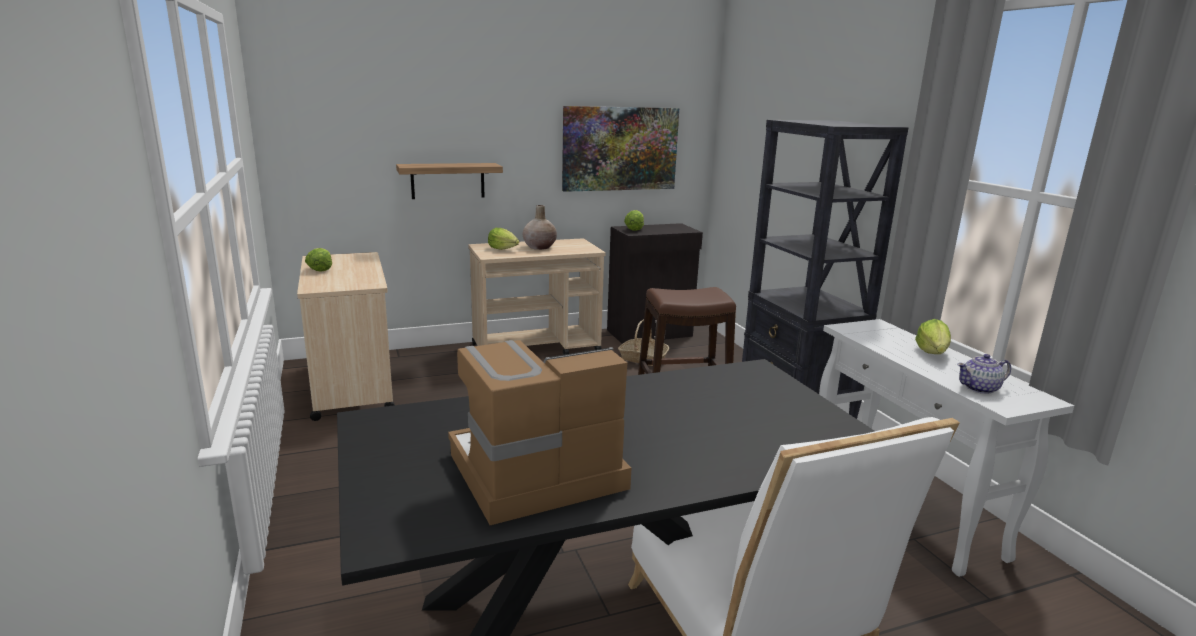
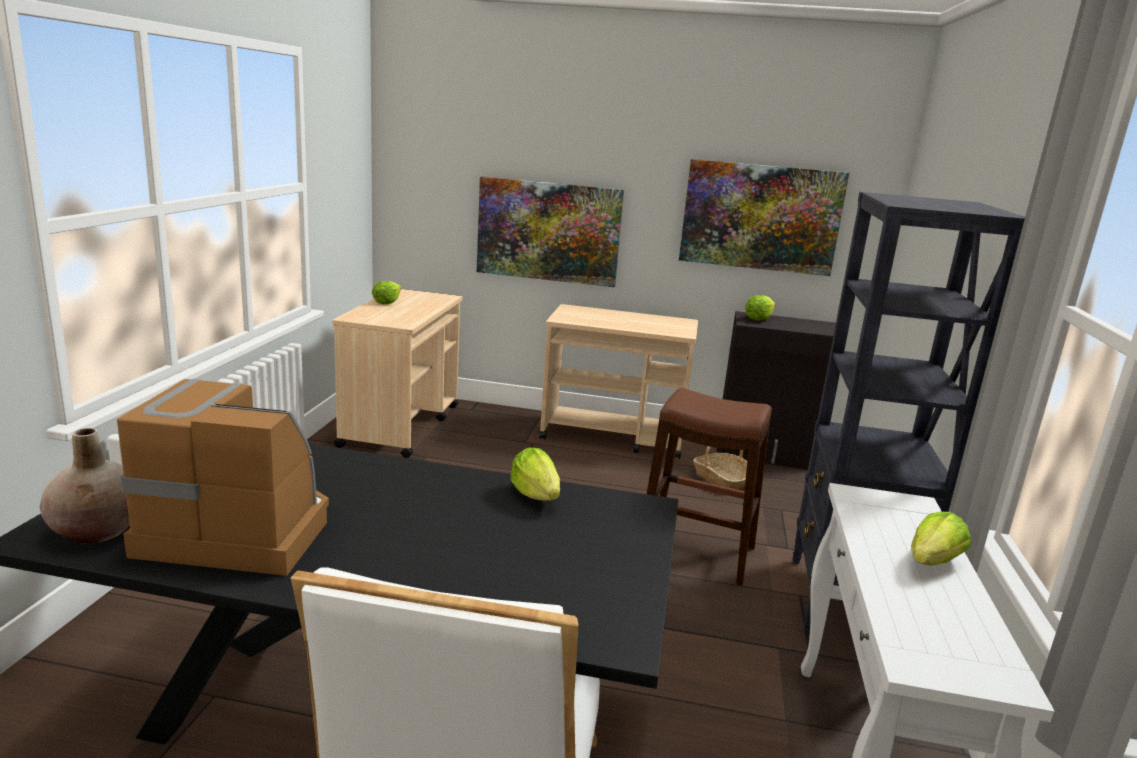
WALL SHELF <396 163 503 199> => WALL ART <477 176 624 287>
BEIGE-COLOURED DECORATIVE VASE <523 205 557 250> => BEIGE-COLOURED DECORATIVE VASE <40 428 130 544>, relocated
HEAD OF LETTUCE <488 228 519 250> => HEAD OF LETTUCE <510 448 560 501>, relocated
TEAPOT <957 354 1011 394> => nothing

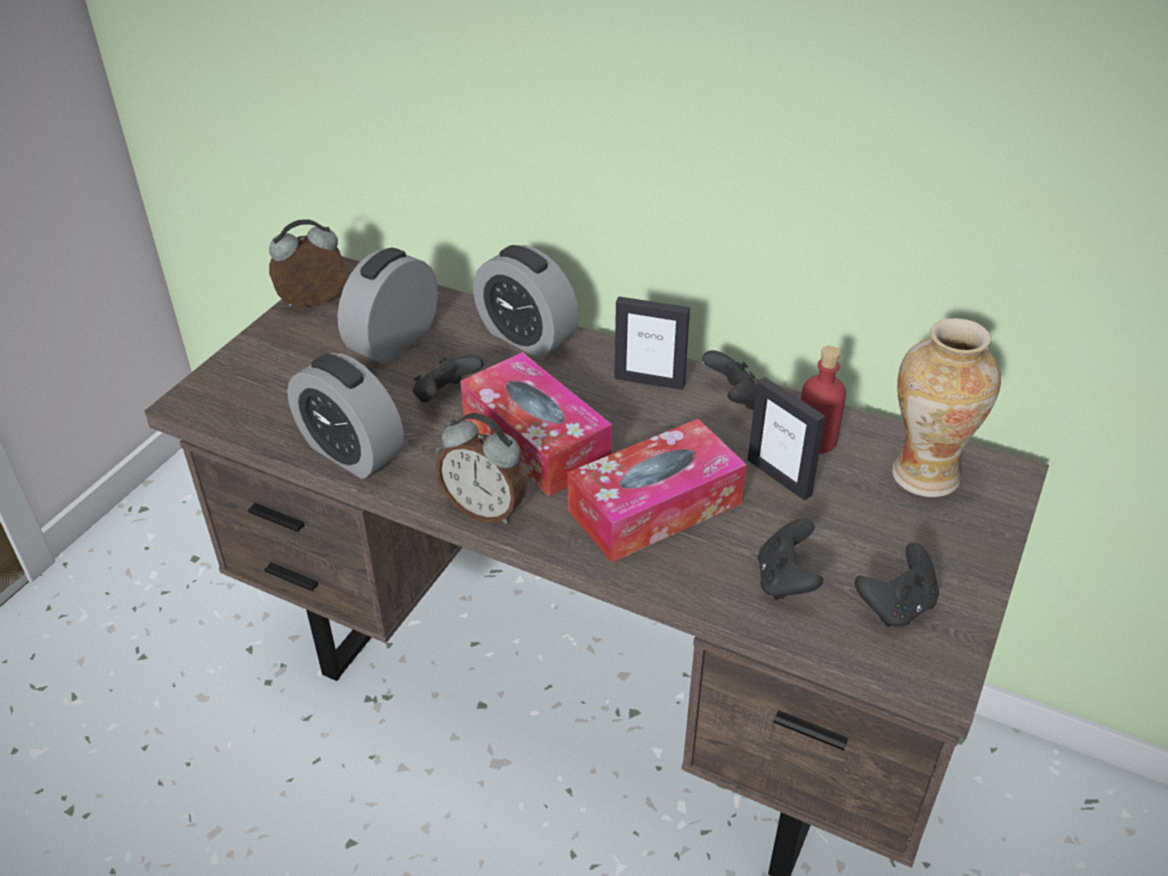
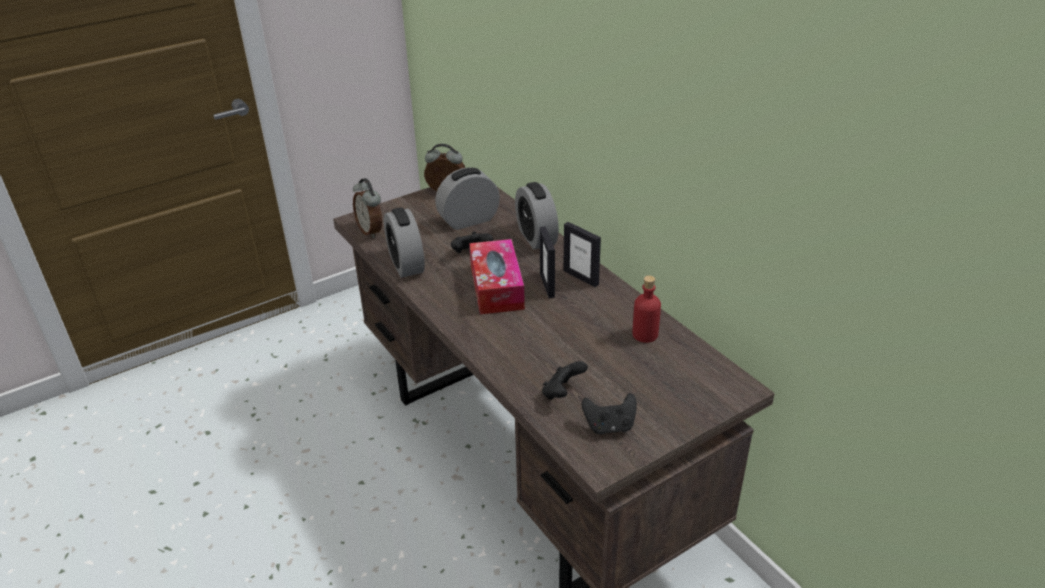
DECORATIVE VASE <892 318 1001 497> => nothing
BLACKISH GAME CONTROLLER <702 350 757 410> => nothing
PHOTO FRAME <748 377 826 501> => PHOTO FRAME <540 226 555 298>, relocated
ALARM CLOCK <436 413 527 524> => ALARM CLOCK <353 178 382 238>, relocated
TISSUE HOLDER <568 419 747 563> => nothing

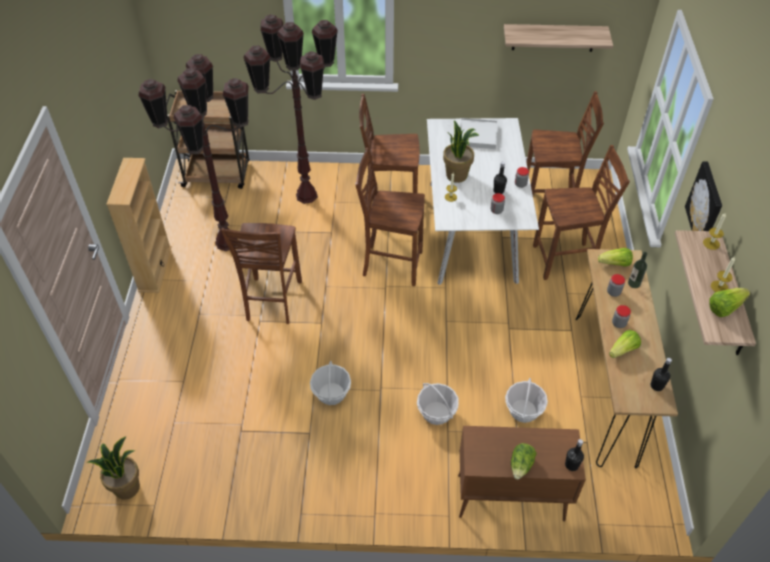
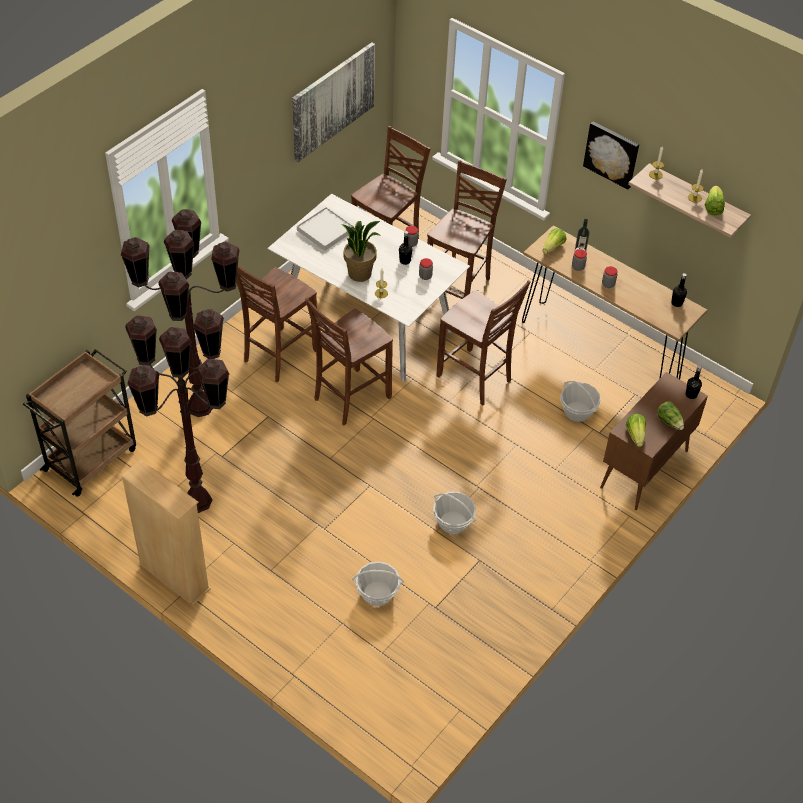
WALL SHELF <504 24 613 52> => WALL ART <292 42 375 162>
BROWN UPRIGHT CHAIR <221 223 302 324> => BROWN UPRIGHT CHAIR <436 280 531 406>, relocated
HEAD OF LETTUCE <609 330 641 358> => HEAD OF LETTUCE <626 414 646 447>, relocated
STORAGE BASKET <417 383 459 425> => STORAGE BASKET <352 561 404 606>, relocated
HOUSEPLANT <87 436 140 500> => nothing

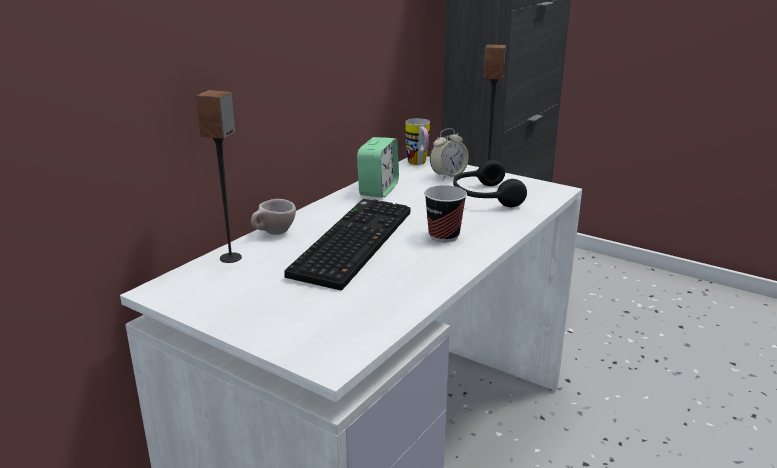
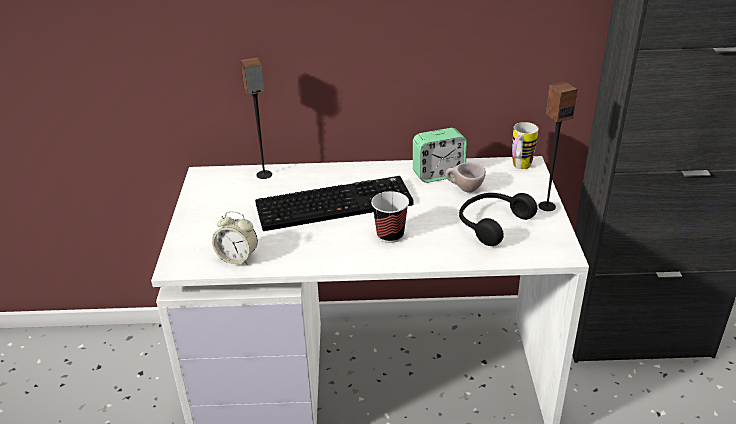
ALARM CLOCK <430 128 469 180> => ALARM CLOCK <212 211 258 265>, relocated
BEIGE-COLOURED SMALL CUP <251 199 296 235> => BEIGE-COLOURED SMALL CUP <445 162 486 193>, relocated

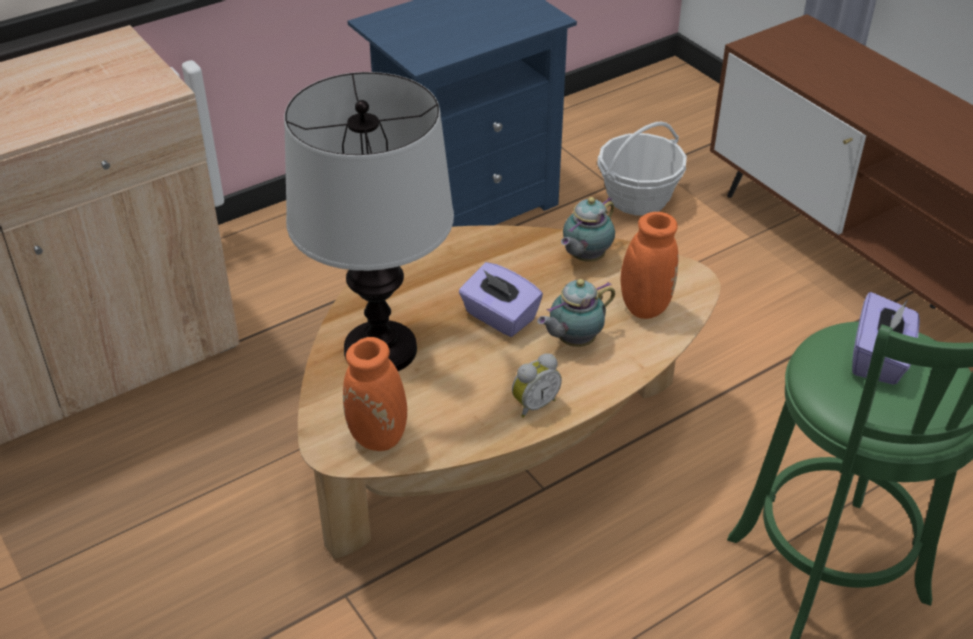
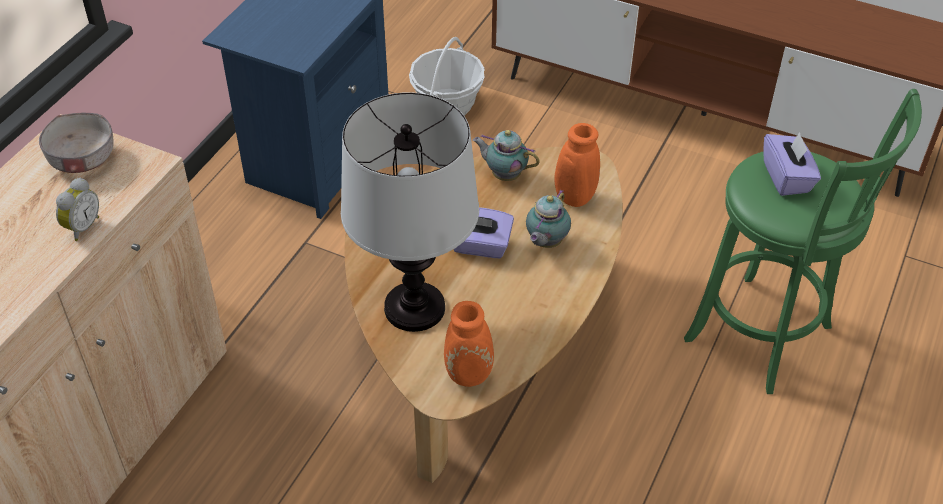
TEAPOT <561 197 615 262> => TEAPOT <473 130 540 181>, 105 degrees clockwise
ALARM CLOCK <512 353 562 418> => ALARM CLOCK <56 178 99 241>, relocated
nothing => GREY BOWL <39 113 114 173>

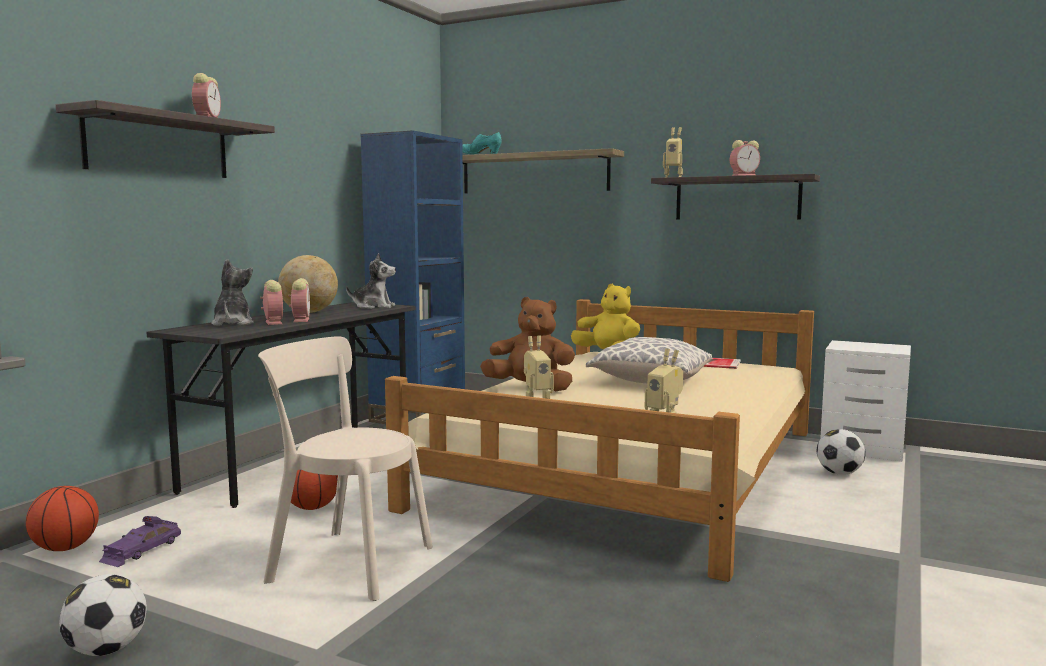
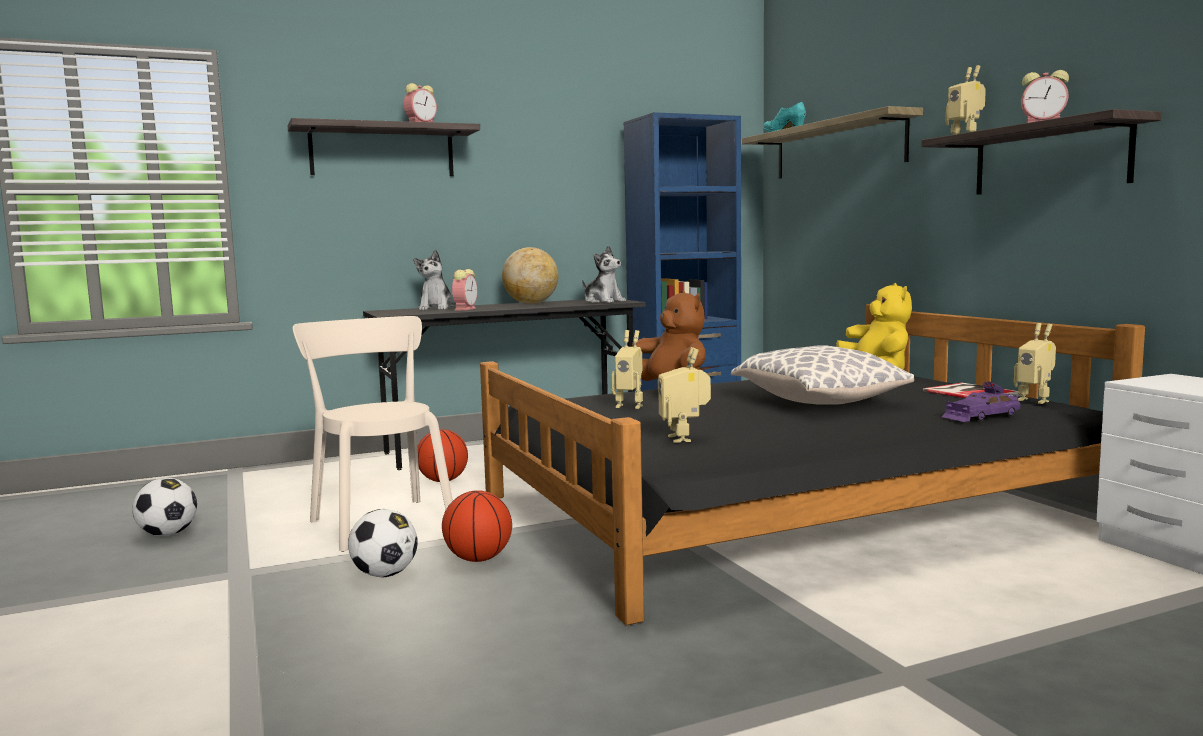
PLUSH TOY <211 259 254 326> => PLUSH TOY <414 250 455 310>, 150 degrees clockwise
ALARM CLOCK <288 278 310 322> => nothing
BEIGE-COLOURED BED <385 299 814 582> => BLACKISH BED <480 304 1145 626>
BALL FOR FOOTBALL <817 429 865 475> => BALL FOR FOOTBALL <348 509 418 577>, relocated
BASKETBALL <26 486 99 551> => BASKETBALL <442 490 512 562>, relocated
PURPLE TOY CAR <99 516 181 567> => PURPLE TOY CAR <942 381 1021 422>, relocated
nothing => MODEL ROBOT <1014 323 1056 404>

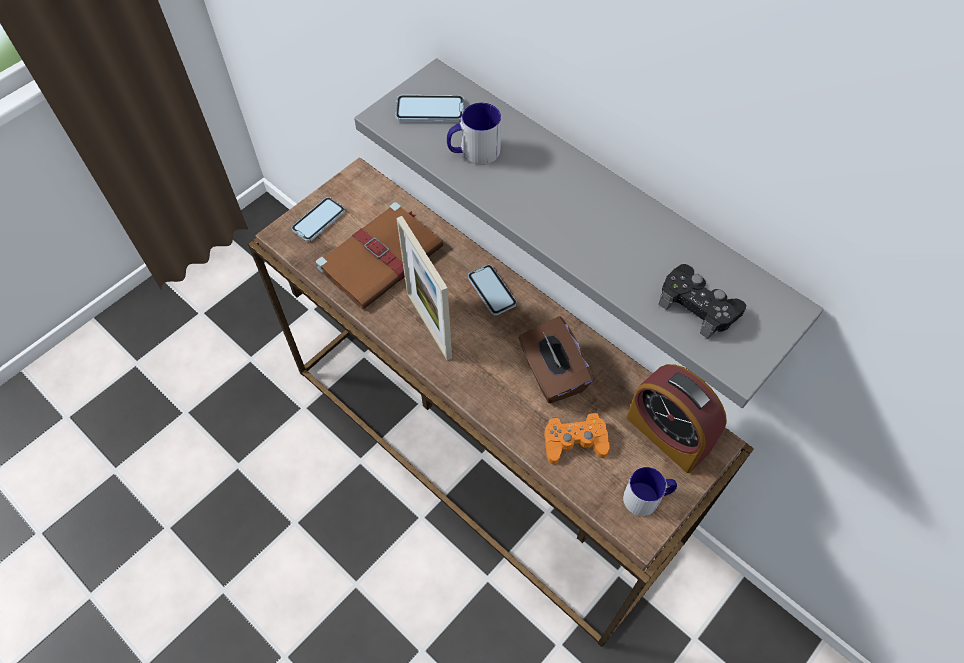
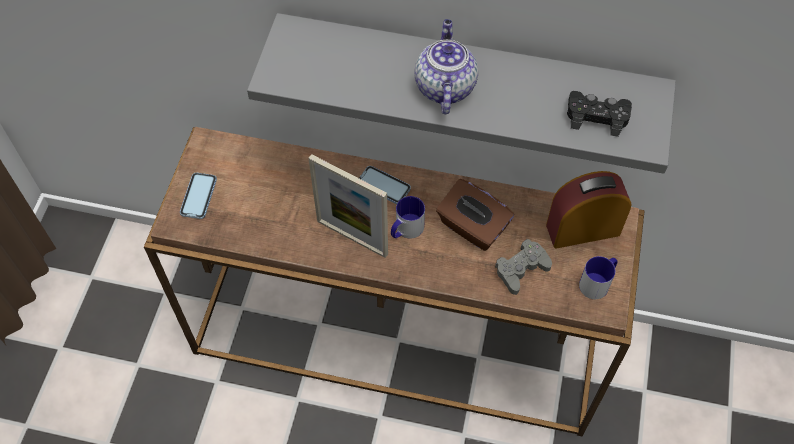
TELEPHONE <395 95 464 122> => nothing
TEA MUG <447 102 501 165> => TEA MUG <391 196 425 239>, relocated
BROWN BOUND BOOK <316 202 444 309> => nothing
ALARM CLOCK <627 364 727 473> => ALARM CLOCK <546 171 631 249>, 150 degrees clockwise
ORANGEY GAME CONTROLLER <544 413 610 464> => GREY GAME CONTROLLER <495 239 552 295>
nothing => TEAPOT <414 19 478 114>

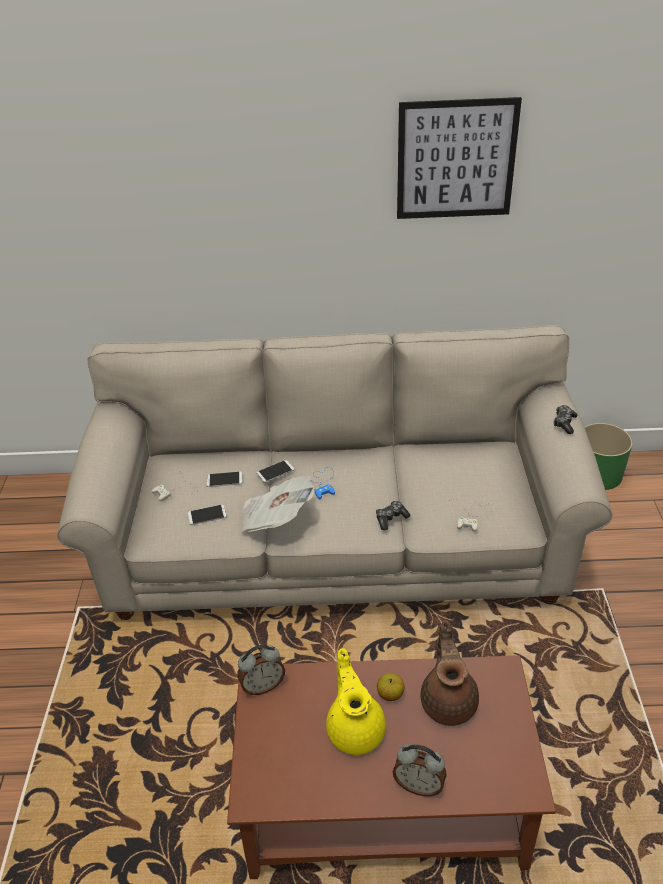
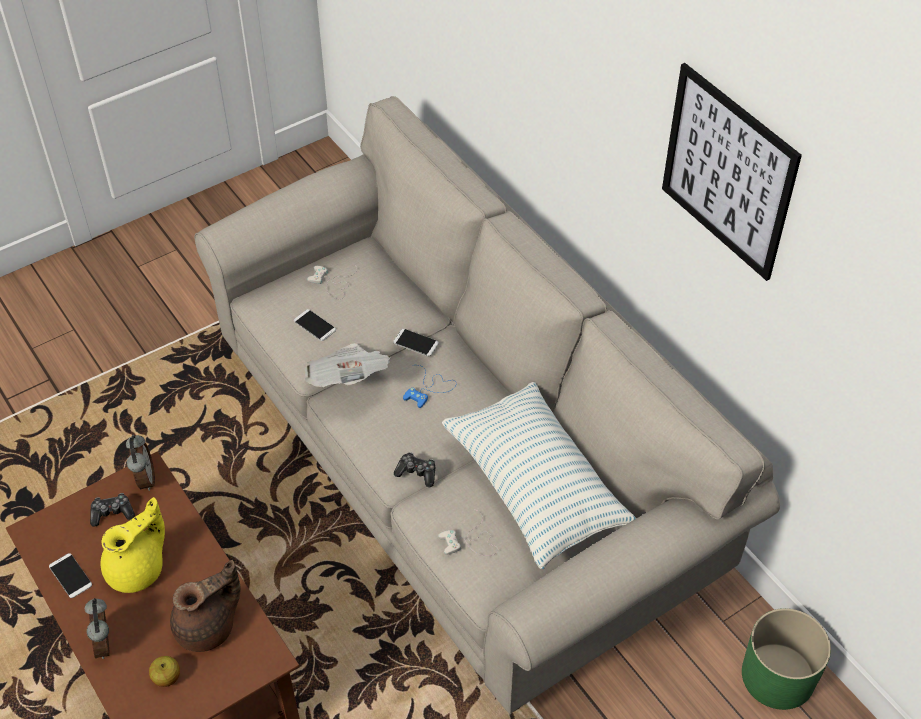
GAME CONTROLLER <554 405 577 434> => GAME CONTROLLER <90 493 135 527>, relocated
TELEPHONE <206 472 242 487> => TELEPHONE <49 553 92 598>, relocated
ALARM CLOCK <237 645 285 695> => ALARM CLOCK <126 434 155 491>, 135 degrees counterclockwise
WHOLE APPLE <377 673 405 701> => WHOLE APPLE <149 656 180 687>, relocated
nothing => THROW PILLOW <442 382 636 569>

